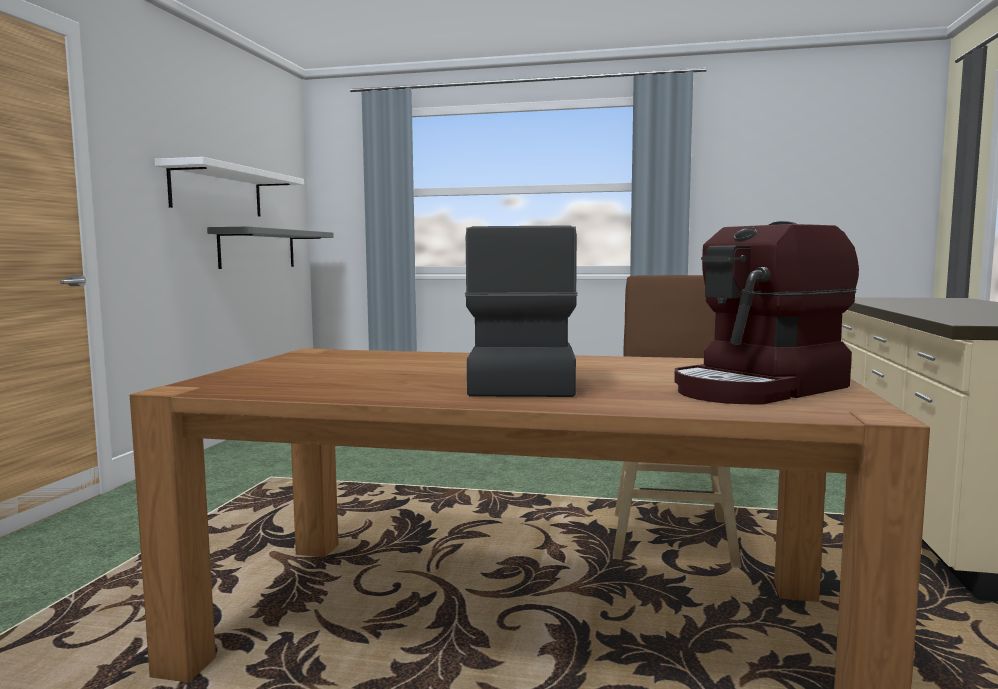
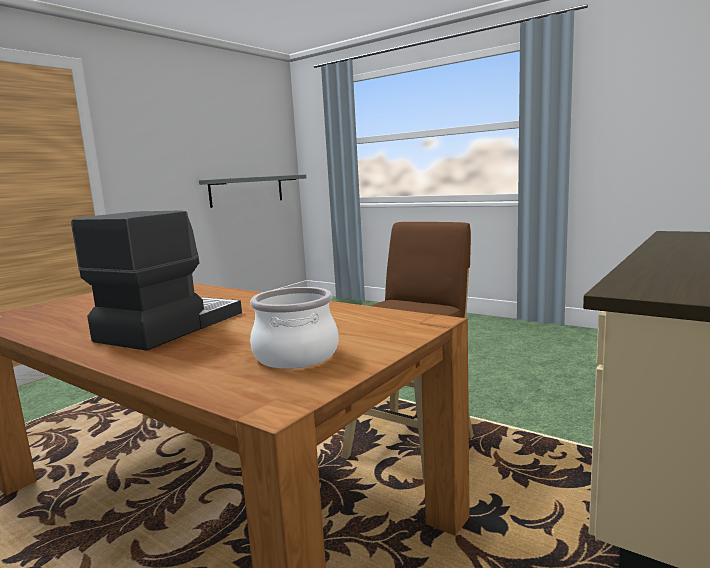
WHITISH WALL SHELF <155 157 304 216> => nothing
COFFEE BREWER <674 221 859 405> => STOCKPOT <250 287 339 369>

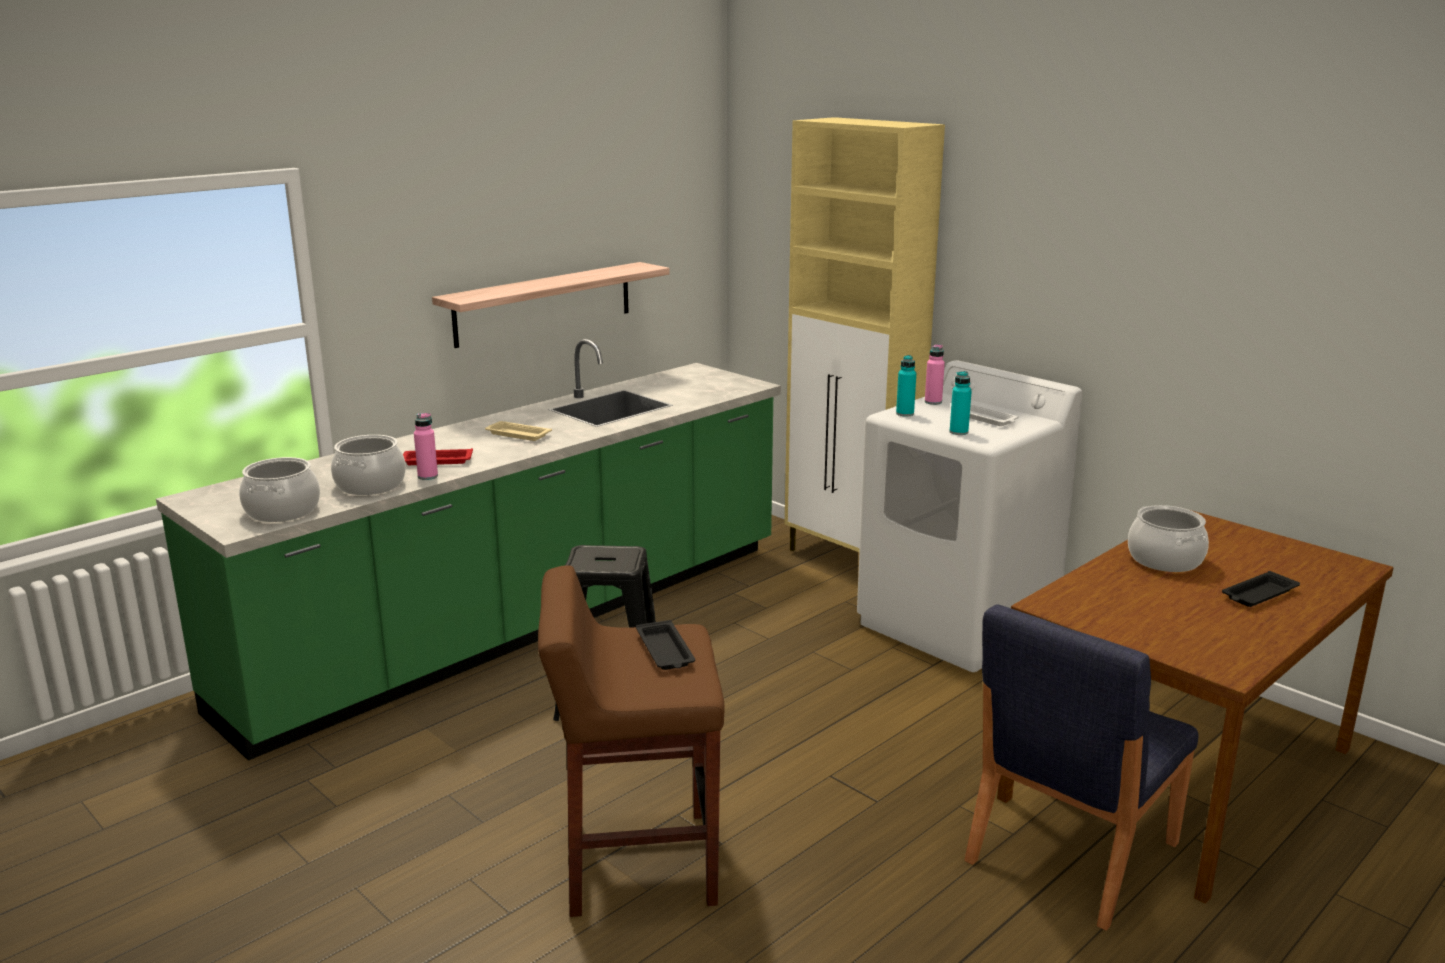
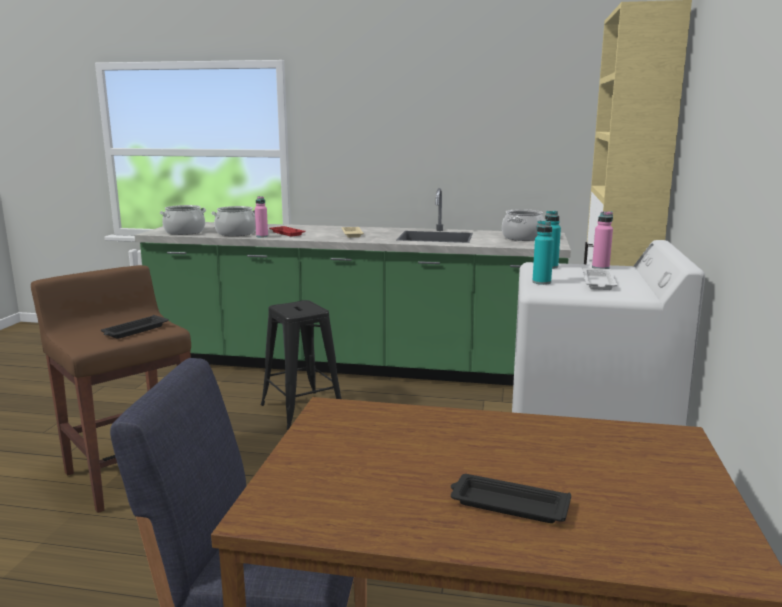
WALL SHELF <432 262 670 348> => nothing
STOCKPOT <1128 505 1209 572> => STOCKPOT <502 209 545 241>, relocated

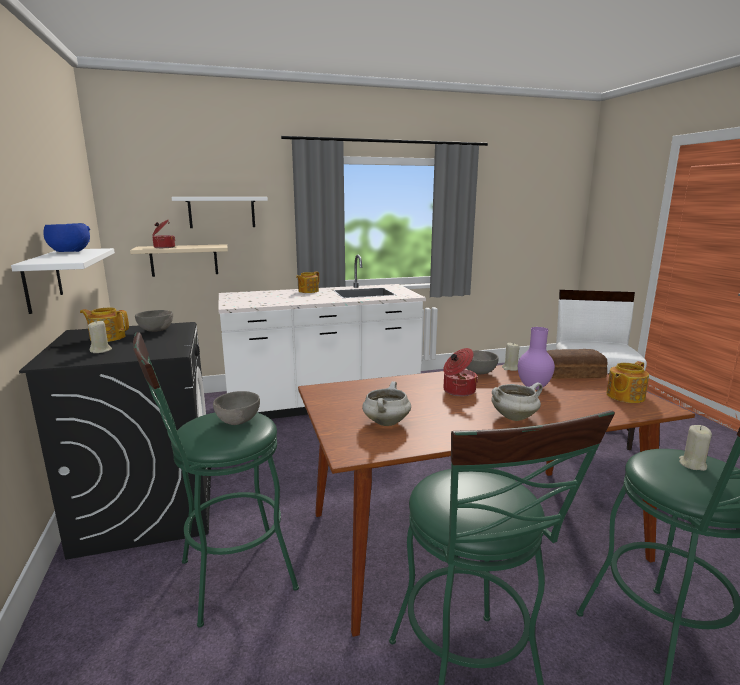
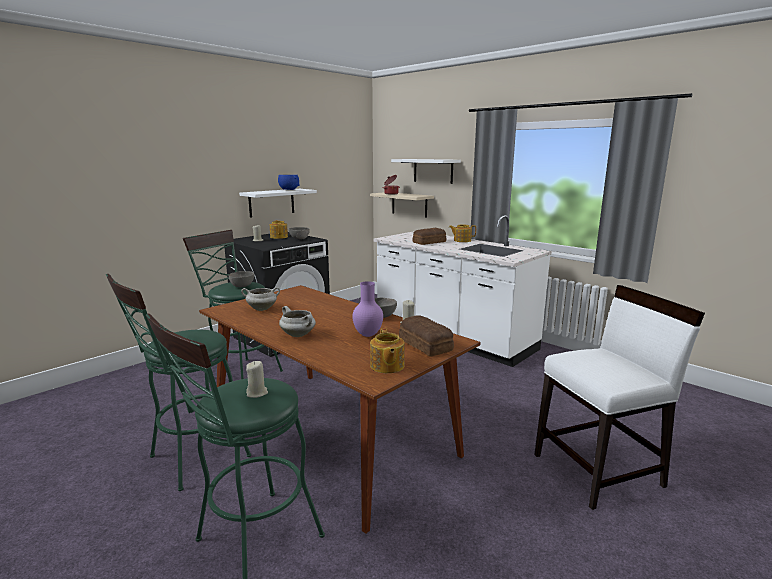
STOCKPOT <443 348 478 396> => nothing
TEAPOT <607 361 649 403> => TEAPOT <370 329 405 373>, 120 degrees counterclockwise
nothing => BAKED BREAD <412 228 446 245>

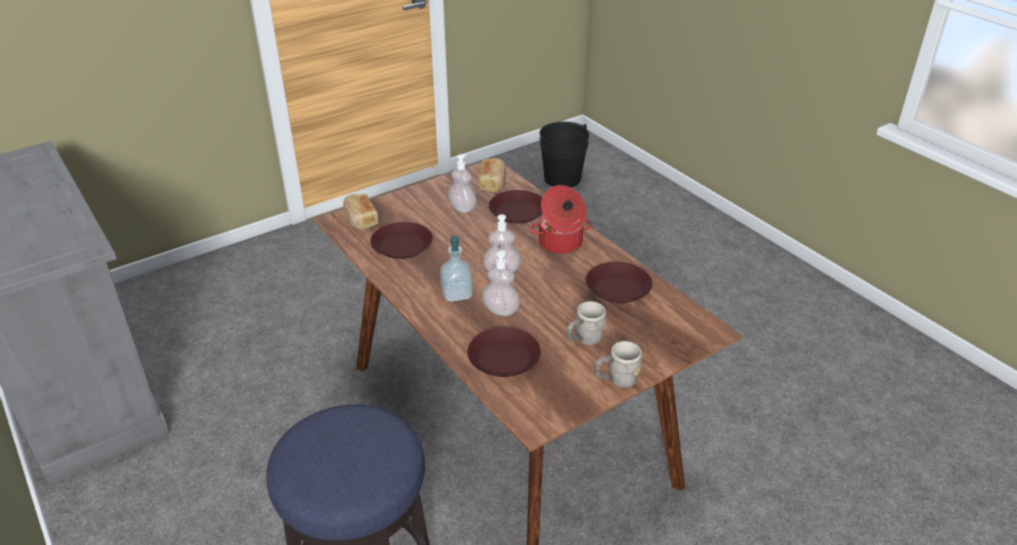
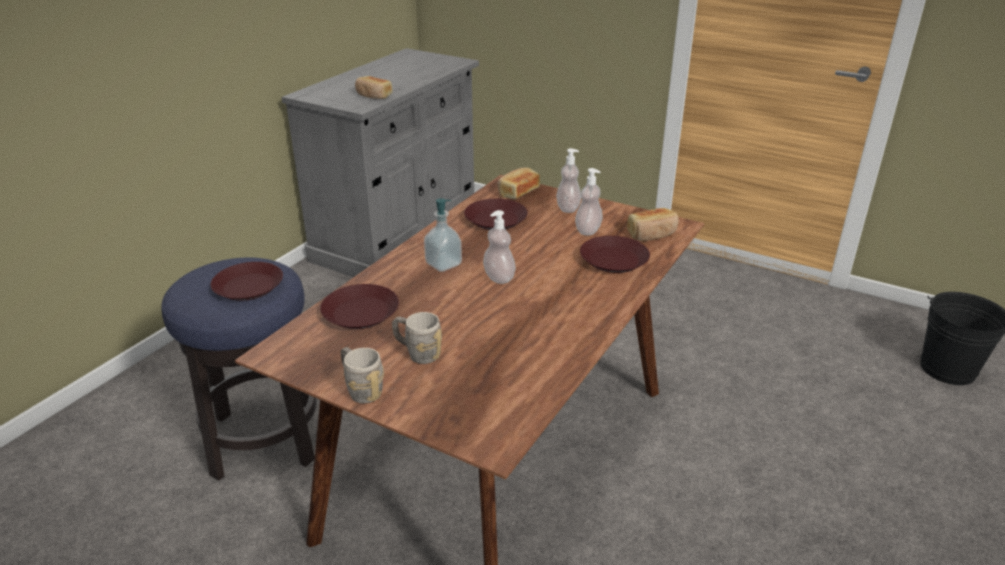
STOCKPOT <530 185 593 254> => nothing
SOAP DISPENSER <482 250 520 316> => SOAP DISPENSER <556 148 581 213>, relocated
BROWN FLAT DISH <586 262 652 303> => BROWN FLAT DISH <210 262 283 301>, relocated
nothing => BAKED BREAD <355 76 393 99>

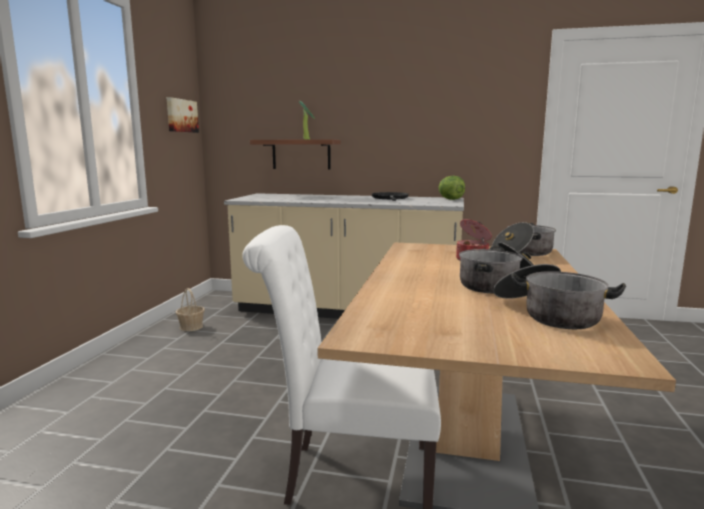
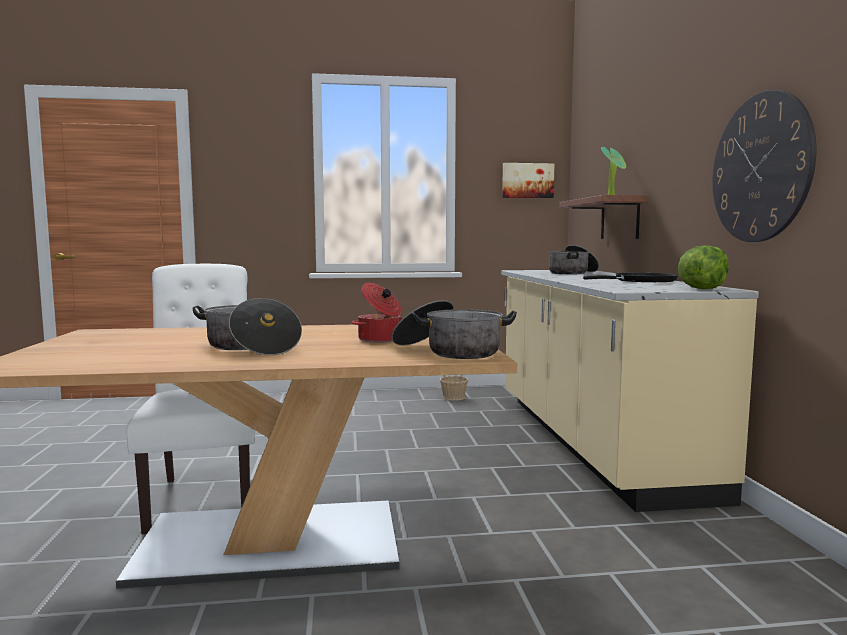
STOCKPOT <493 264 626 329> => STOCKPOT <548 245 599 274>, relocated
nothing => CLOCK ON THE WALL <712 90 816 242>

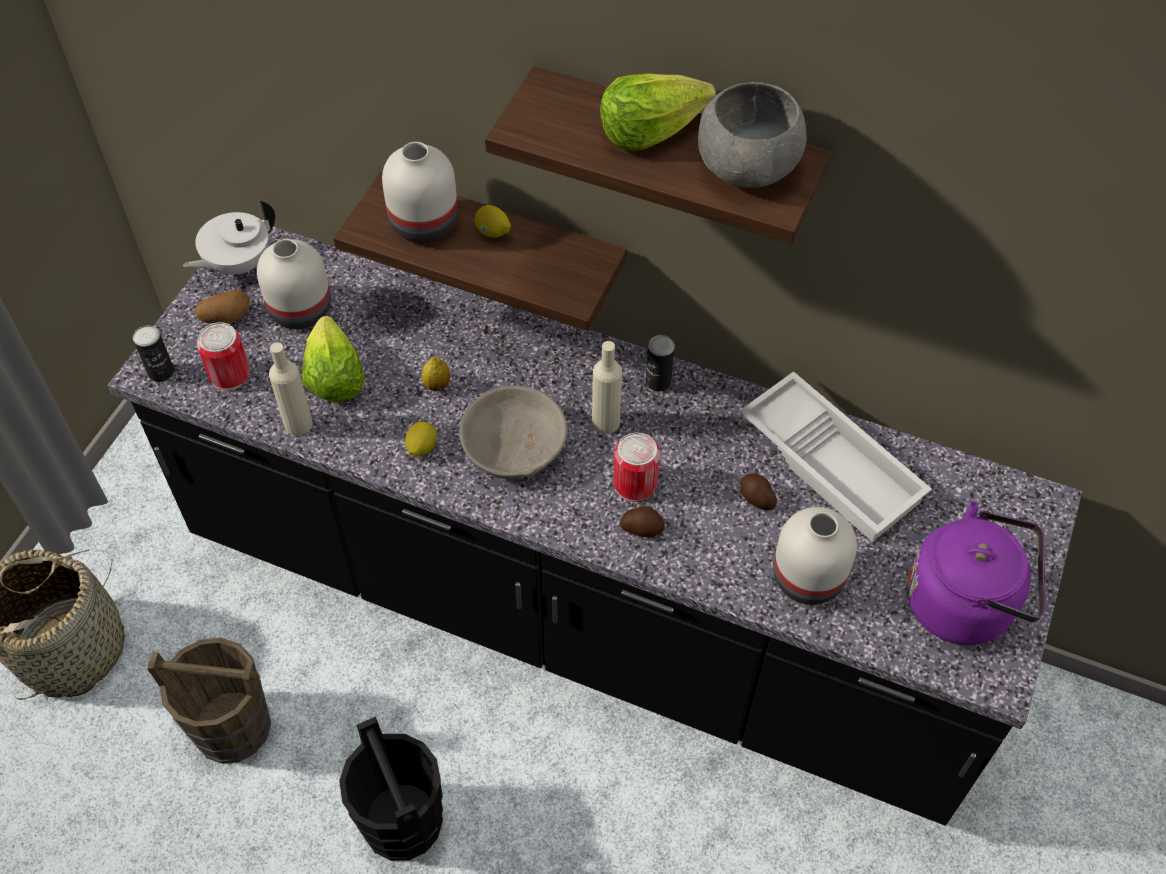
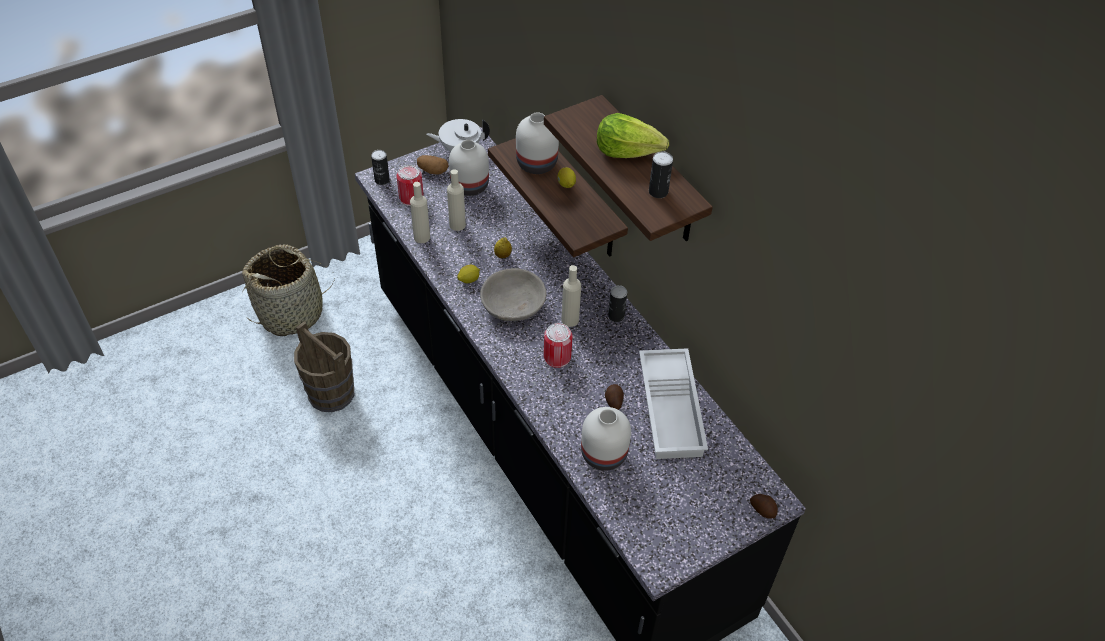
GREY BOWL <698 82 807 188> => CAN <649 151 673 198>
HEAD OF LETTUCE <302 316 365 402> => BEIGE-COLOURED BEVERAGE BOTTLE <447 169 466 231>
PURPLE TEA KETTLE <907 501 1045 645> => nothing
WHOLE POTATO <620 506 665 537> => WHOLE POTATO <750 494 778 519>, relocated
BLACKISH BUCKET <339 717 443 861> => nothing

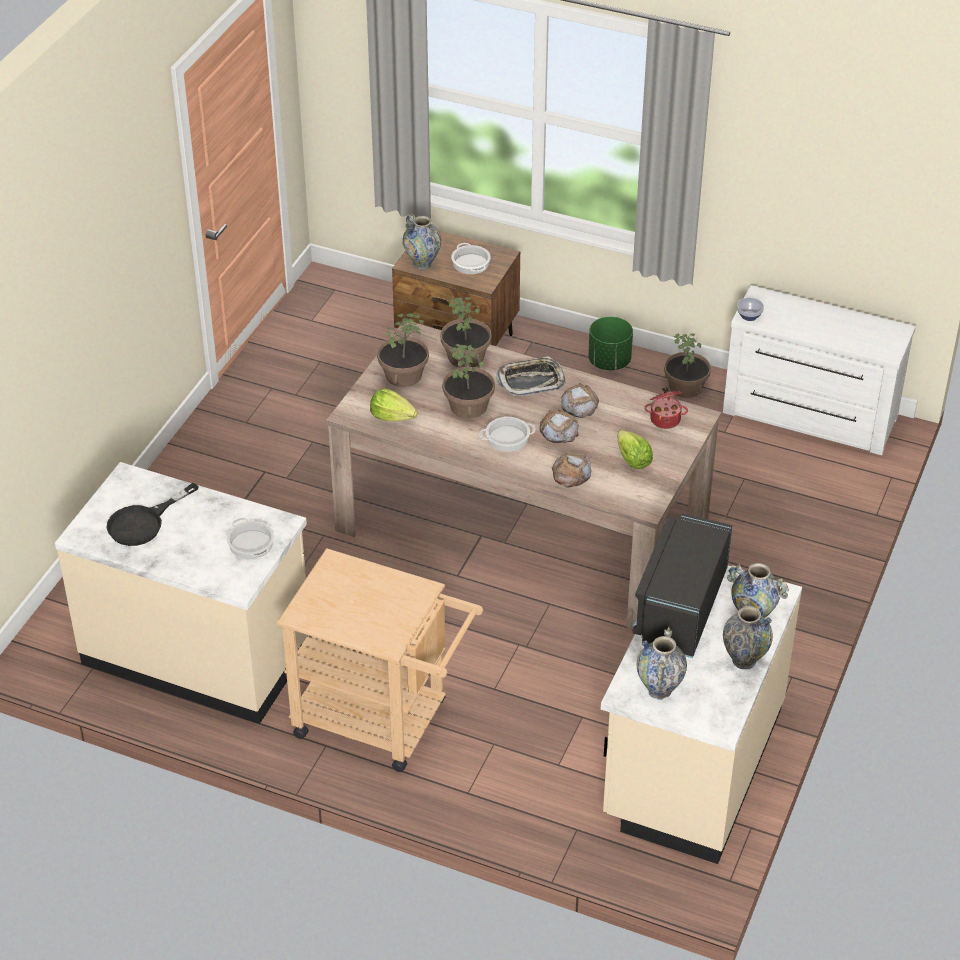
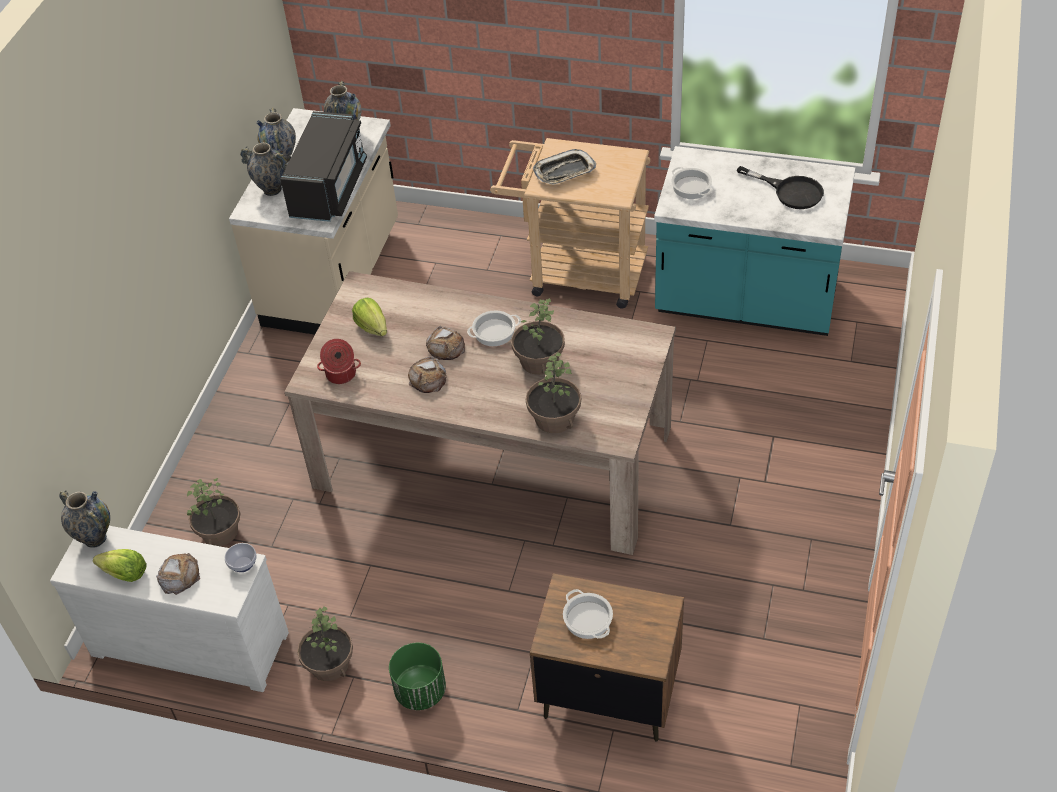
DECORATIVE VASE <403 214 441 270> => DECORATIVE VASE <59 490 110 548>, relocated
HOUSEPLANT <377 313 429 387> => HOUSEPLANT <187 478 240 546>, relocated
TRAY <496 357 566 396> => TRAY <533 149 596 185>, relocated
HEAD OF LETTUCE <370 389 418 422> => HEAD OF LETTUCE <93 549 147 582>, relocated
BAKED BREAD <552 453 591 488> => BAKED BREAD <156 554 200 595>, relocated
BEIGE-COLOURED KITCHEN BASE UNIT <55 462 307 724> => TURQUOISE KITCHEN BASE UNIT <654 146 855 336>
BLACKISH SKILLET <106 483 199 546> => BLACKISH SKILLET <737 166 824 209>, 90 degrees clockwise

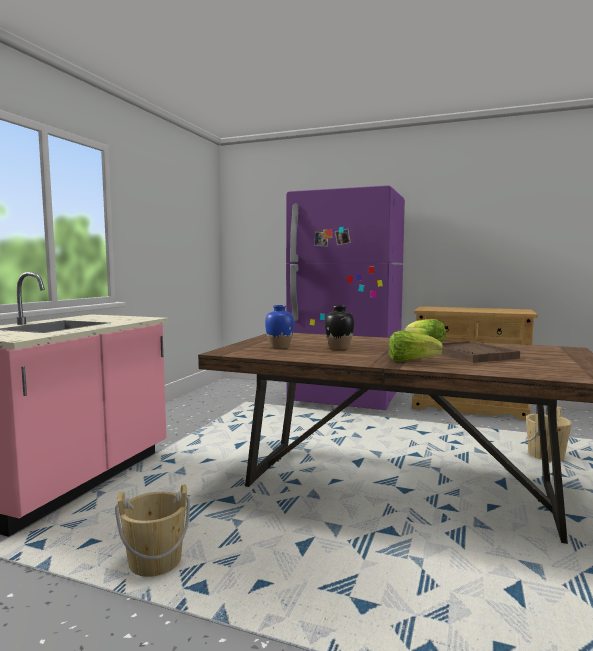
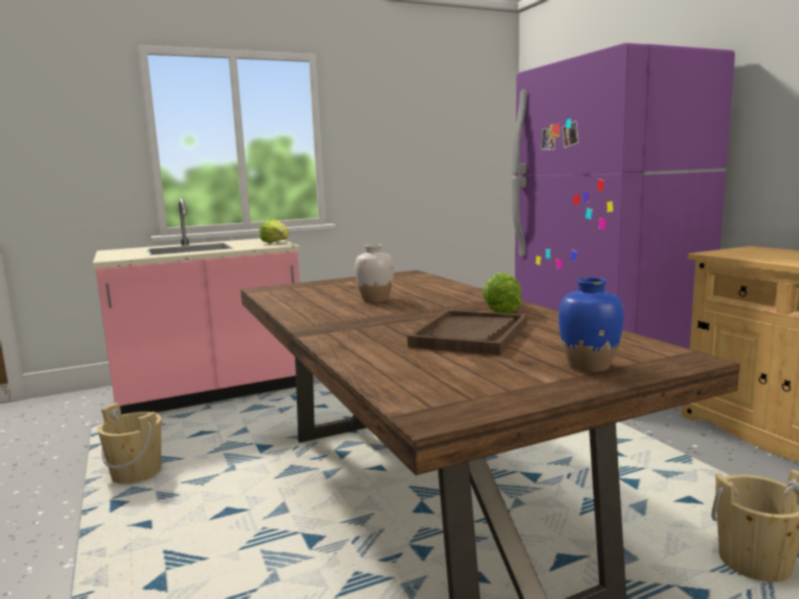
BLUE DECORATIVE VASE <265 305 294 348> => BLUE DECORATIVE VASE <559 277 624 372>, relocated
BLACKISH DECORATIVE VASE <325 305 354 349> => WHITISH DECORATIVE VASE <355 244 394 303>
HEAD OF LETTUCE <389 331 443 362> => HEAD OF LETTUCE <260 219 290 243>, relocated

